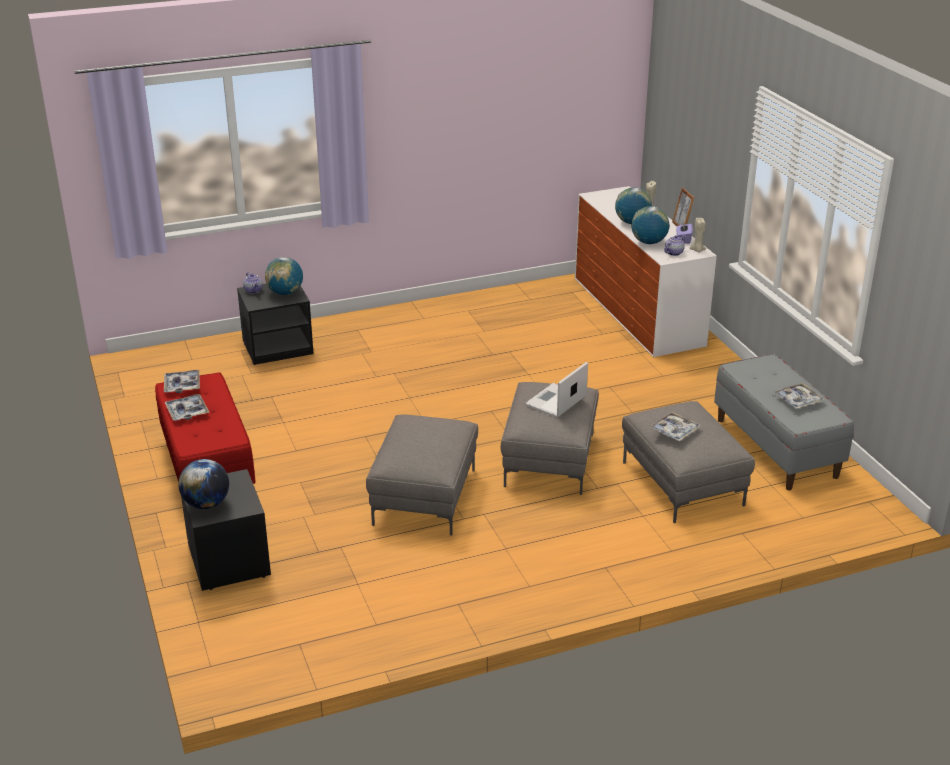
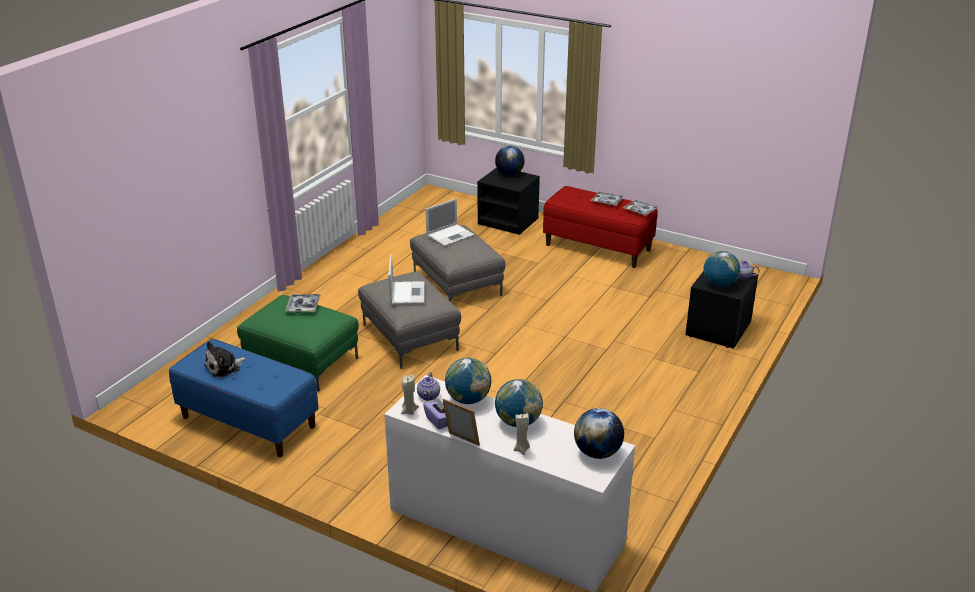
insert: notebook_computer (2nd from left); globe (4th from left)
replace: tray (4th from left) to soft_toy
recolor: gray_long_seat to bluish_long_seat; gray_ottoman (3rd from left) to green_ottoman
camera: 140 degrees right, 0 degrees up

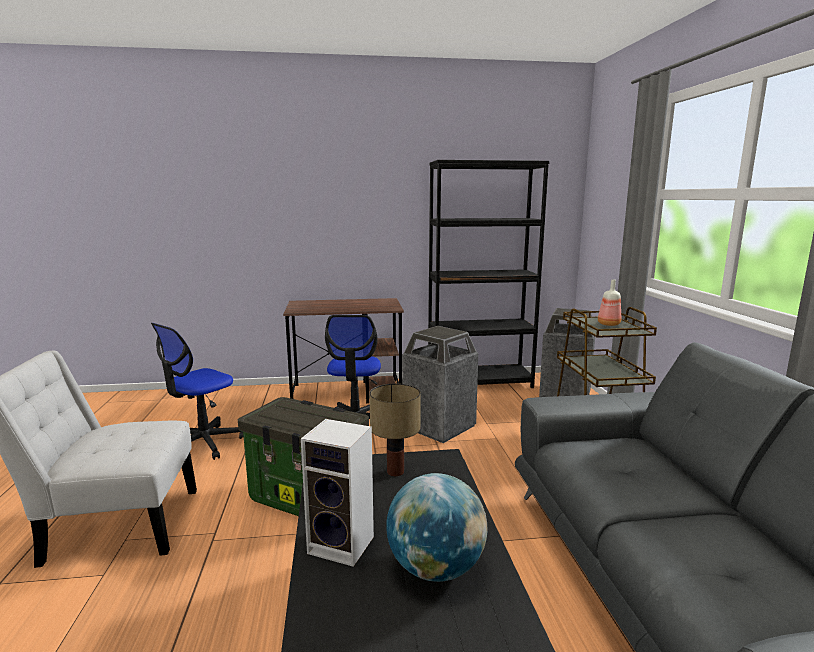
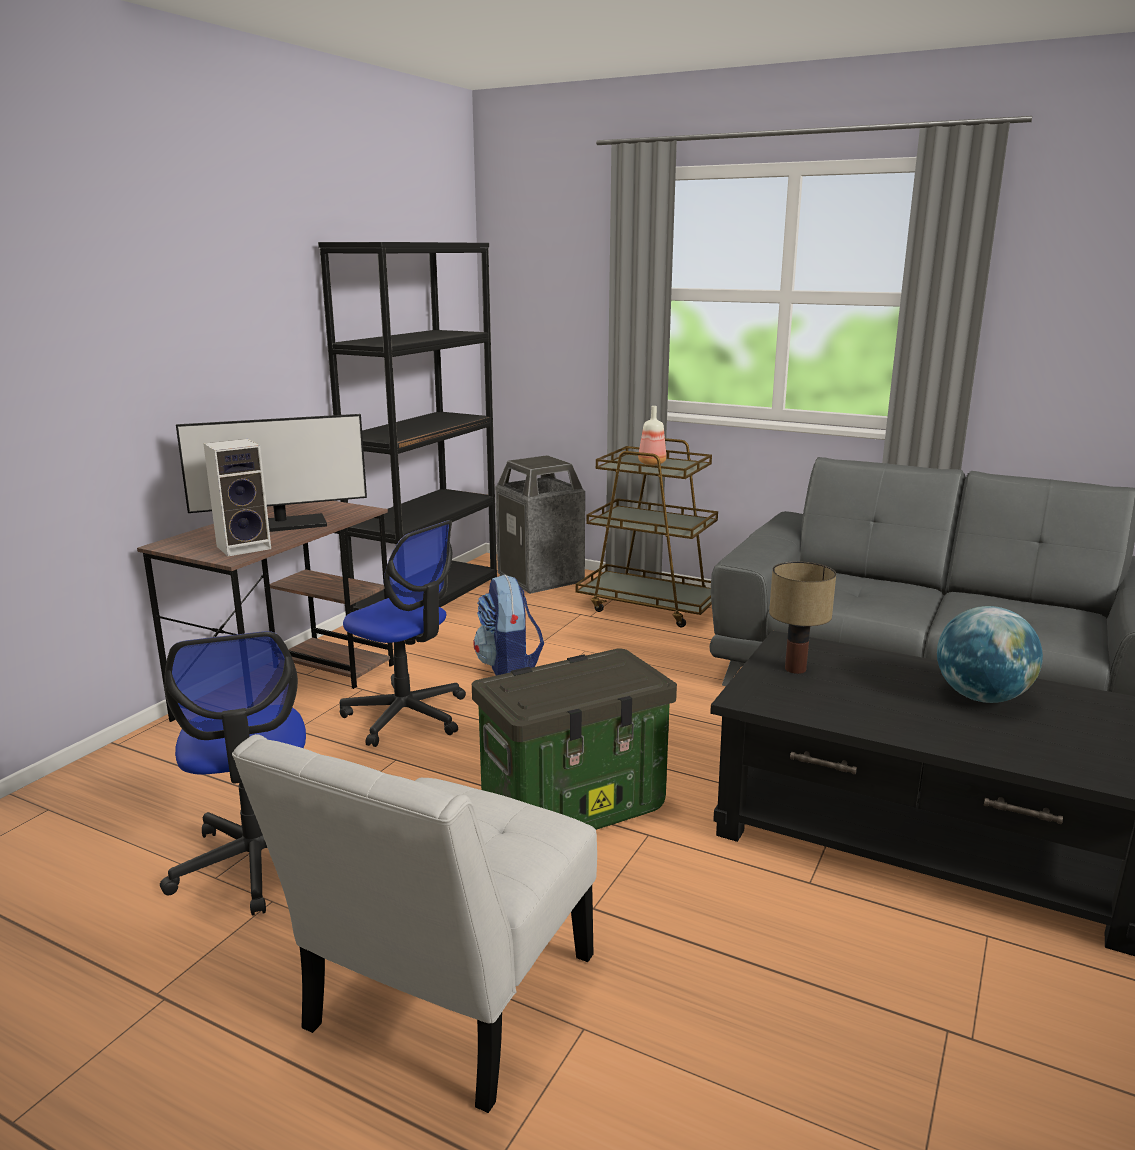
insert: computer_display
move: loudspeaker
replace: waste_bin (1st from left) to backpack
camera: 55 degrees left, 5 degrees up

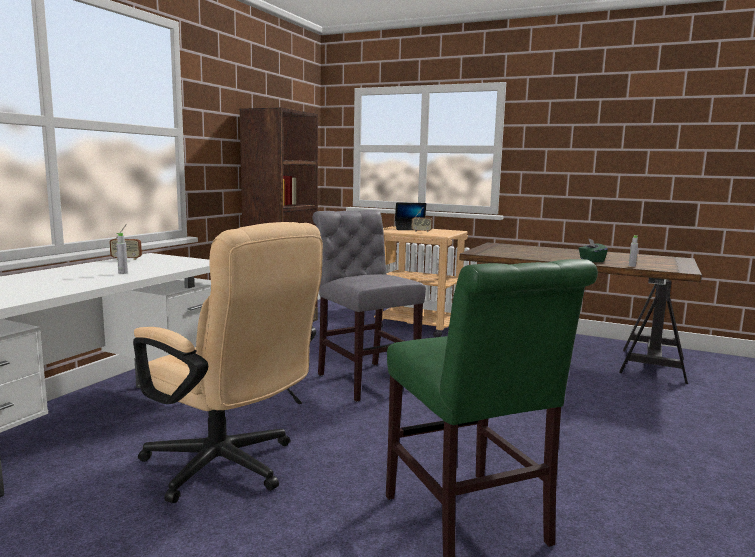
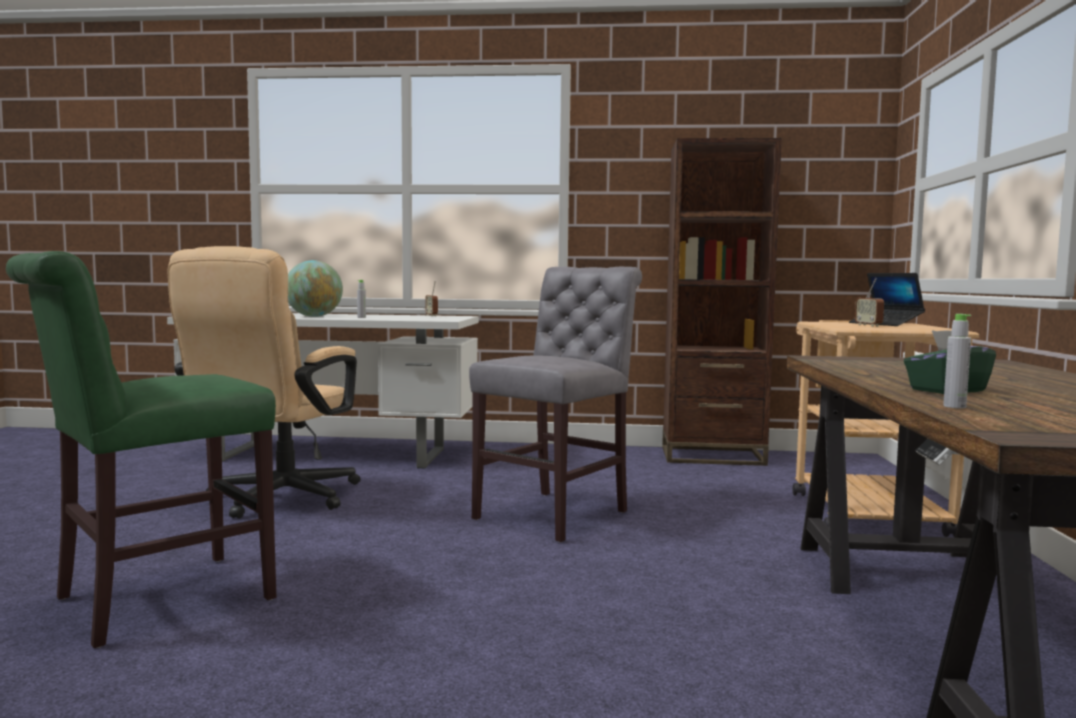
insert: globe
camera: 70 degrees right, 5 degrees down

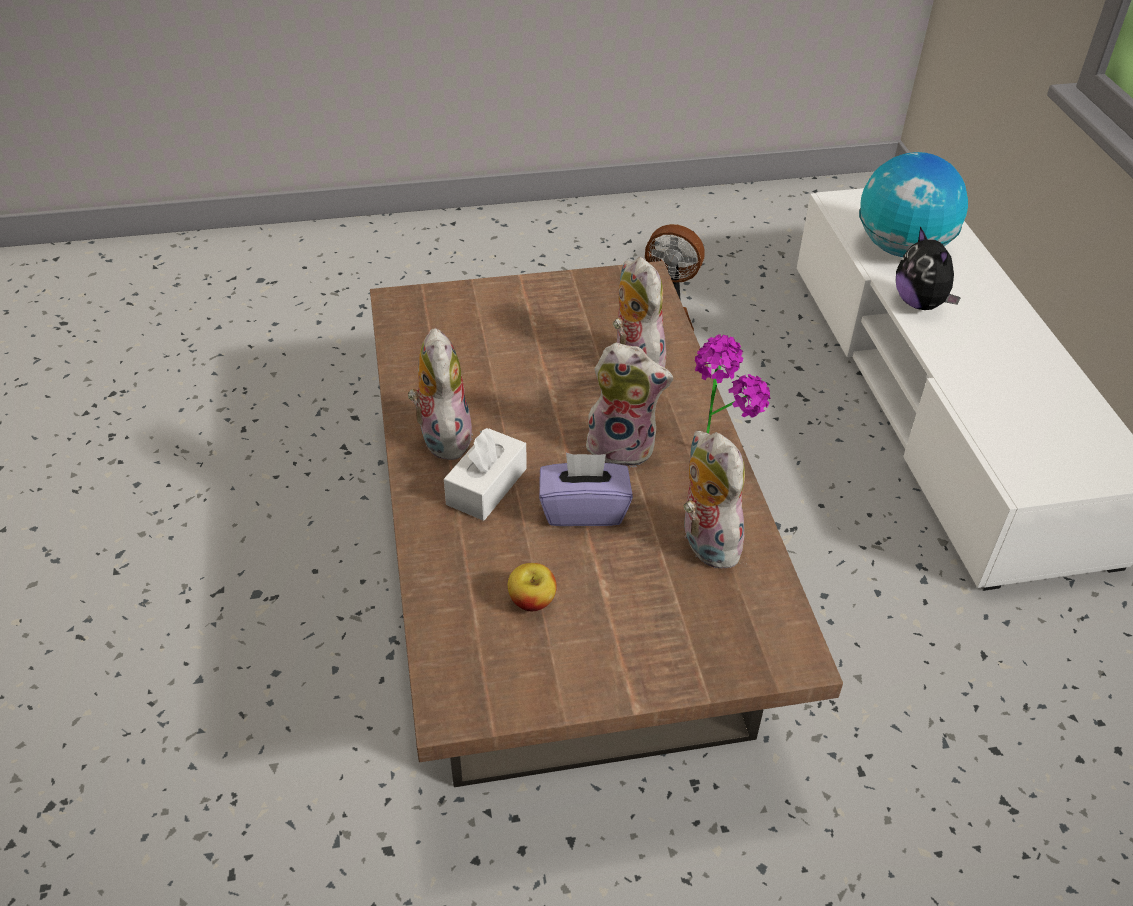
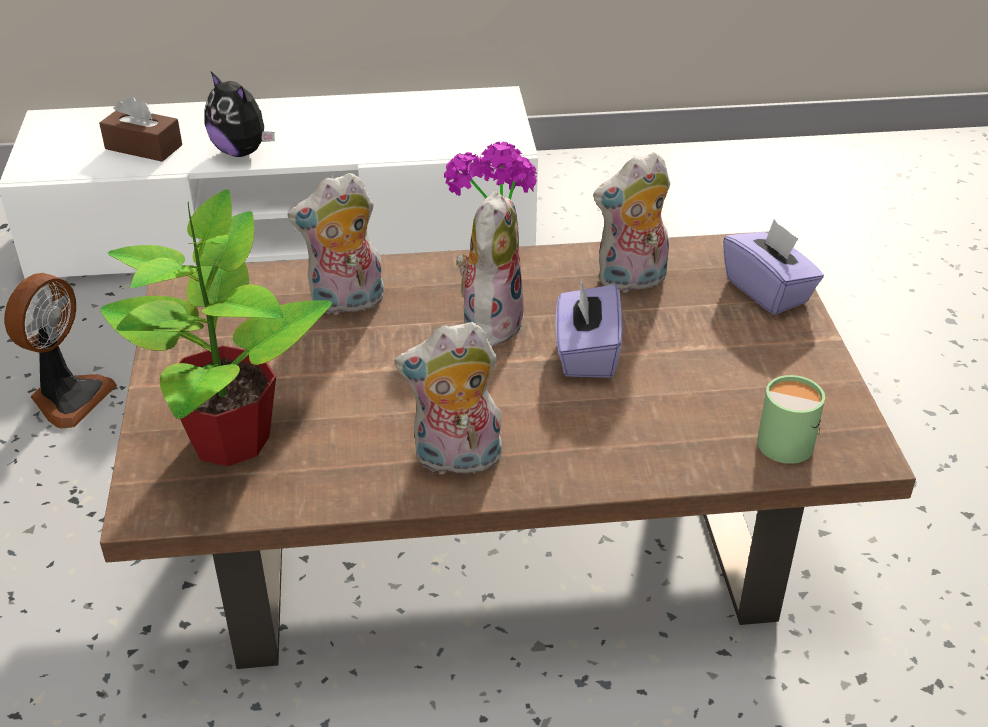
delete: white-coloured_tissue_box; apple_fruit
insert: plant_in_a_pot (1st from left); purplish_tissue_box (2nd from left); green_coffee_mug
replace: globe to brownish_tissue_box
rotate: soft_toy (5th from left in the first image) 60 degrees clockwise
camera: 85 degrees left, 5 degrees down

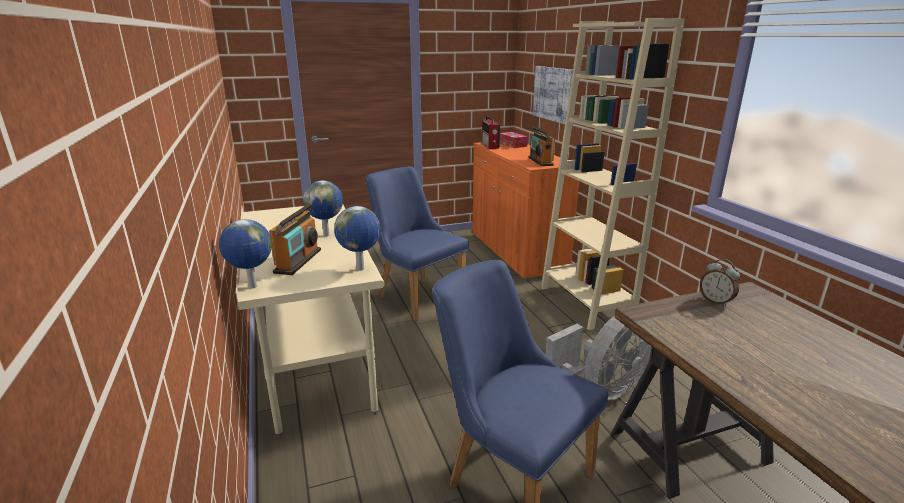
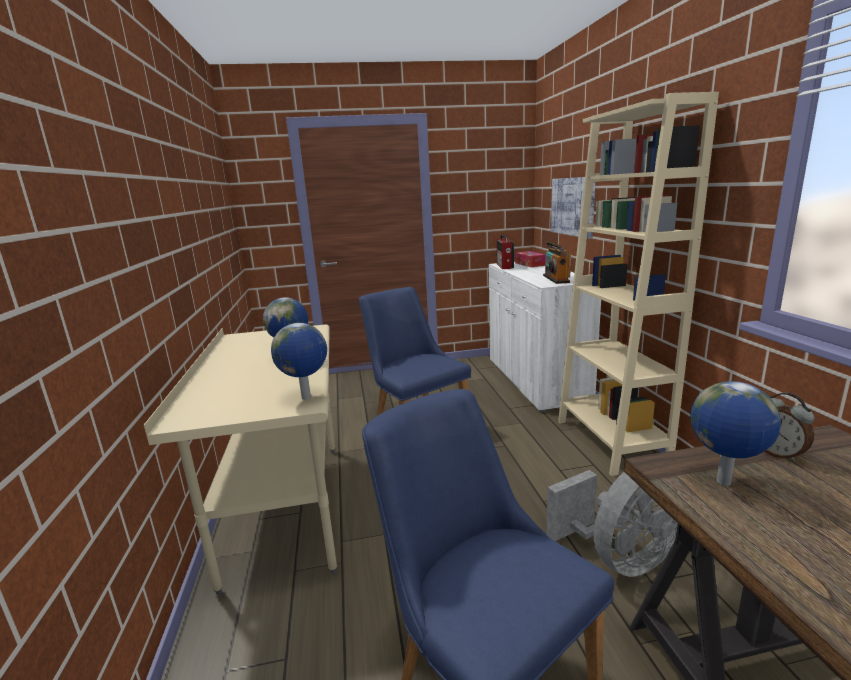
delete: radio (1st from left)
move: globe (1st from left in the first image) to globe (3rd from left)
recolor: orange-coloured_cupboard to white-coloured_cupboard
camera: 10 degrees right, 5 degrees down

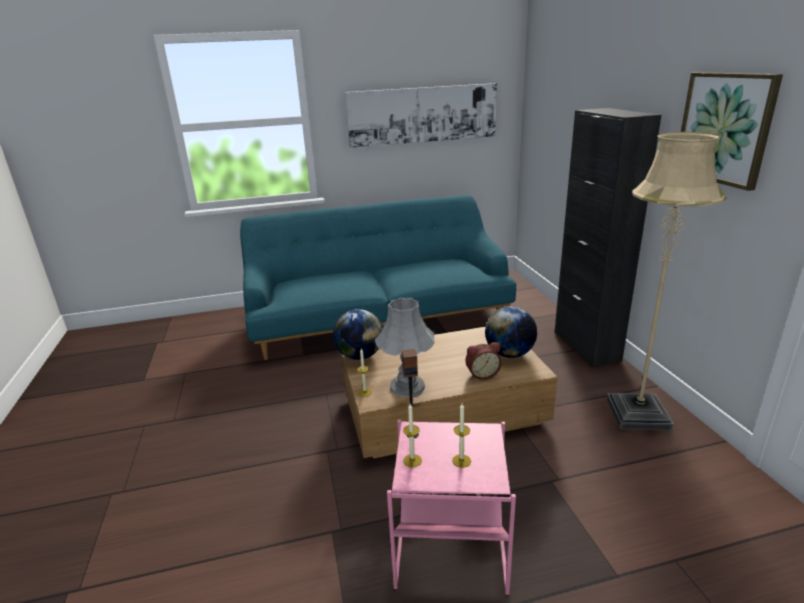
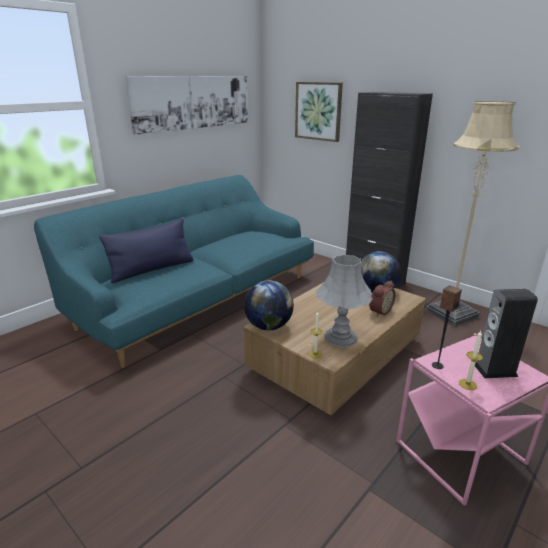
insert: bluish_throw_pillow
move: wall_art (2nd from left)
replace: wax_candle (3rd from left) to loudspeaker (2nd from left)
camera: 35 degrees left, 0 degrees up

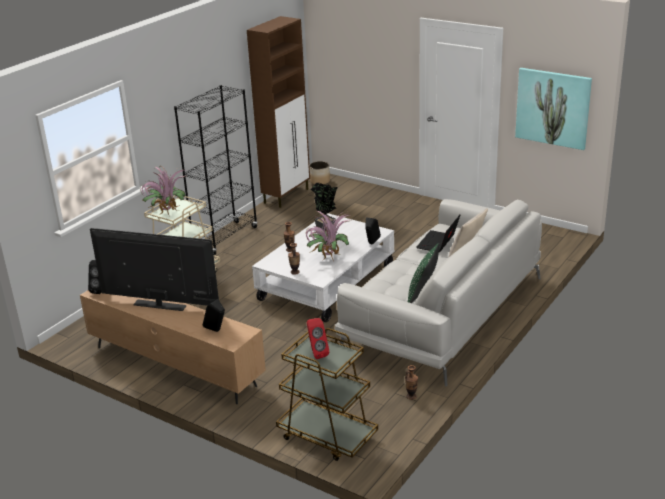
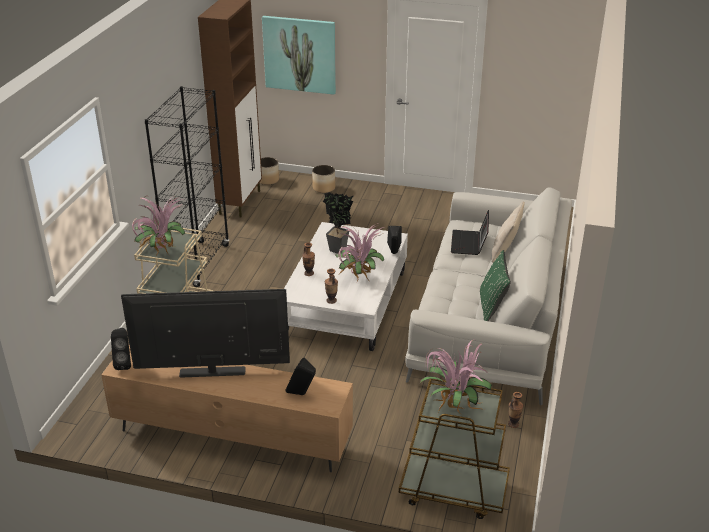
insert: flower_pot (2nd from left)
move: wall_art
replace: red-coloured_loudspeaker to plant_in_a_pot (4th from left)
camera: 20 degrees left, 5 degrees up

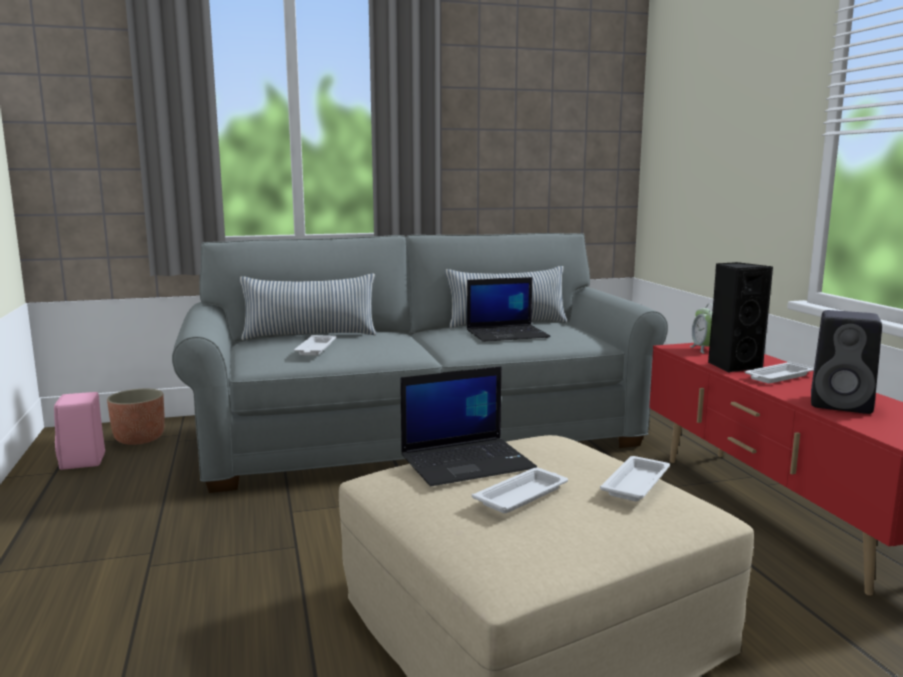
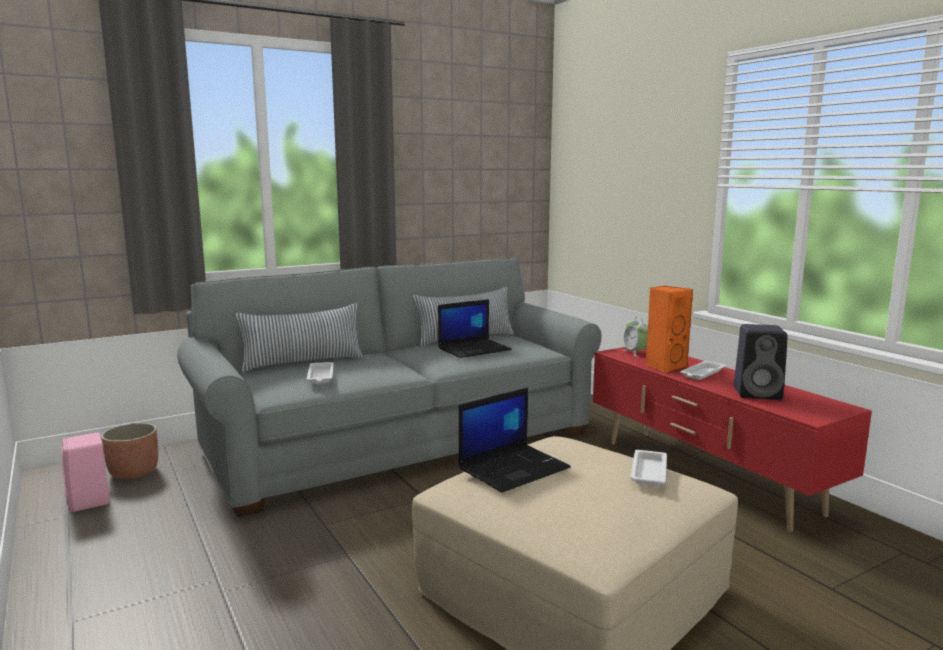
delete: white-coloured_tray (2nd from left)
recolor: black_loudspeaker (1st from left) to orange-coloured_loudspeaker
camera: 15 degrees left, 0 degrees up

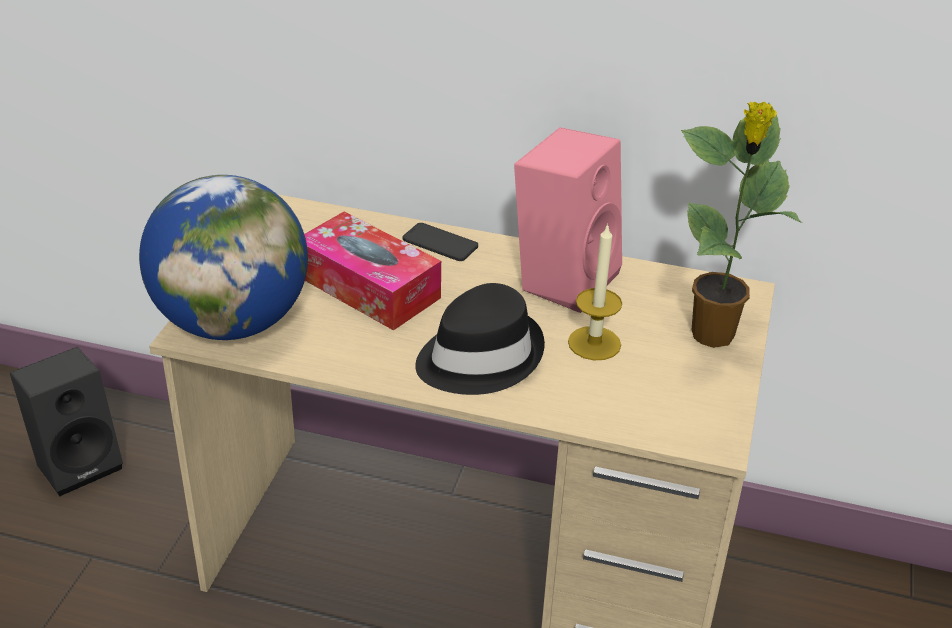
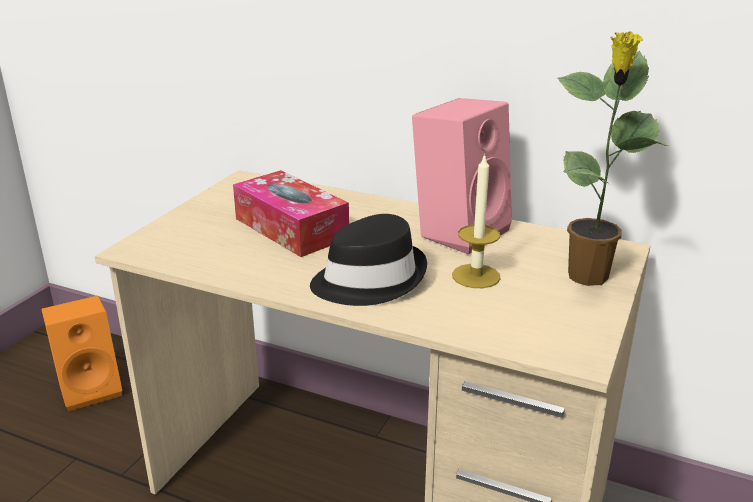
delete: globe; handset
recolor: black_loudspeaker to orange-coloured_loudspeaker
camera: 10 degrees right, 10 degrees down

